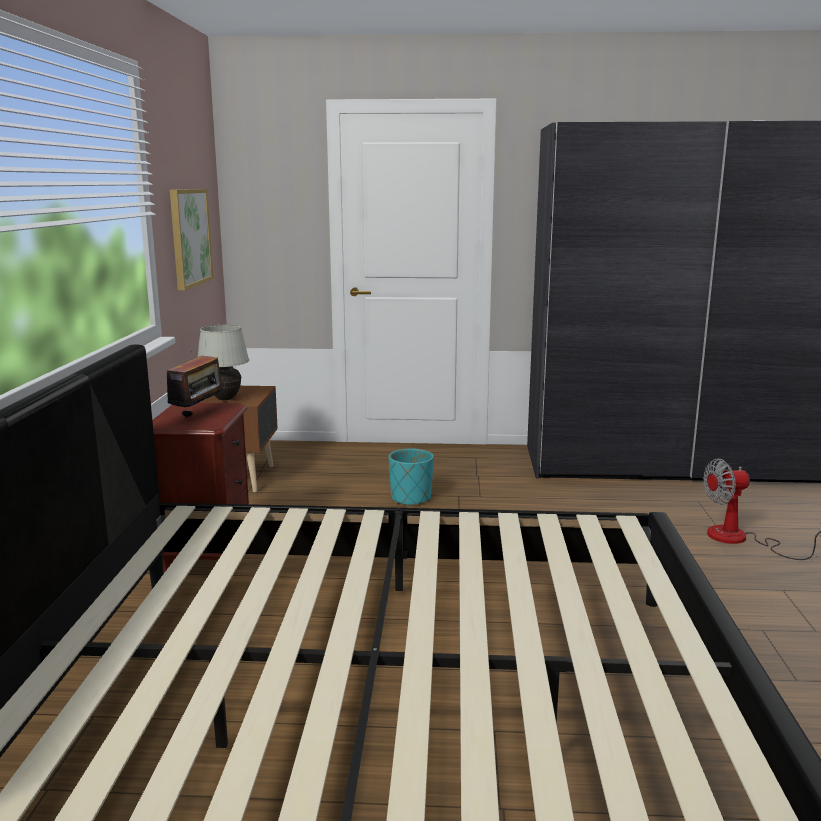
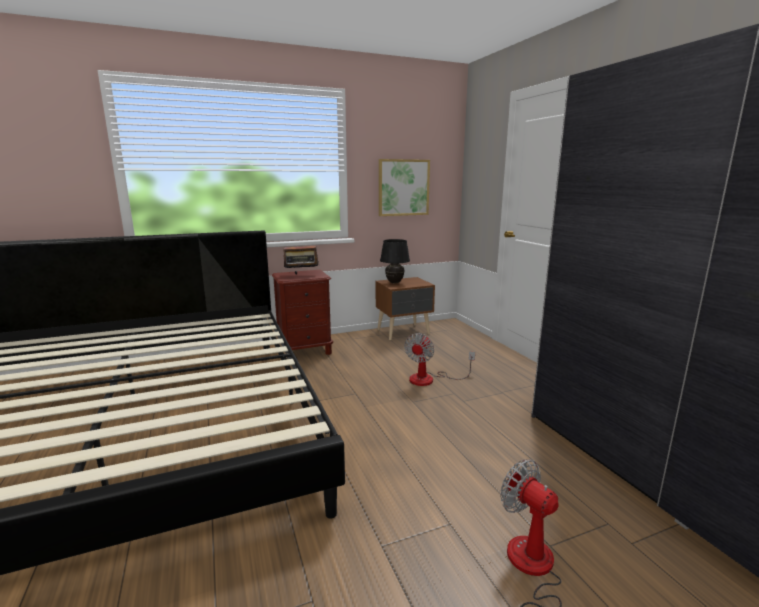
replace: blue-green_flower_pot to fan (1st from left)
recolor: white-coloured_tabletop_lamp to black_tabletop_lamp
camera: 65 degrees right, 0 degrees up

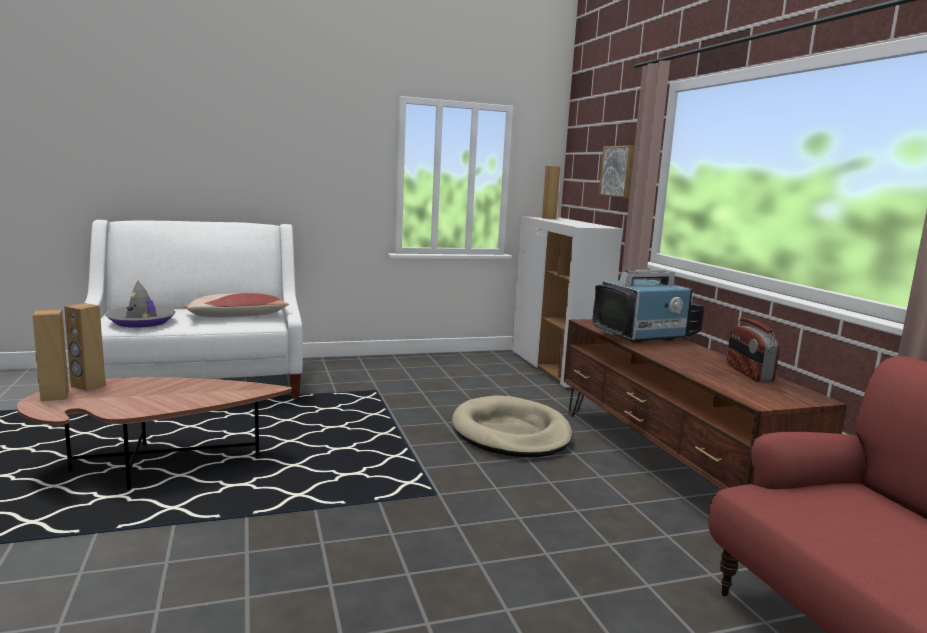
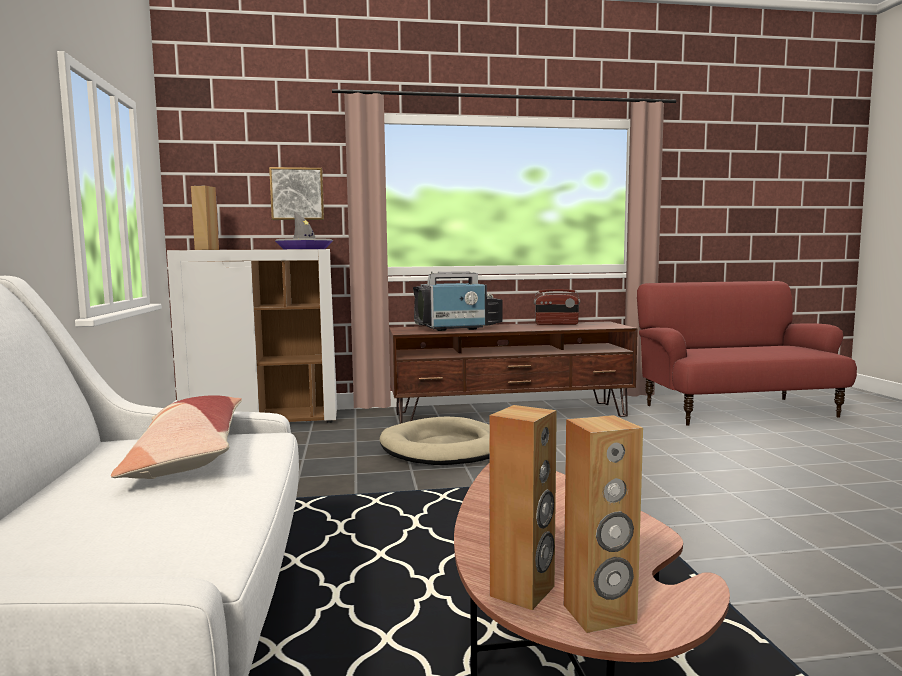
move: gray_clothing_hat
rotate: TV 90 degrees clockwise
camera: 80 degrees left, 5 degrees down

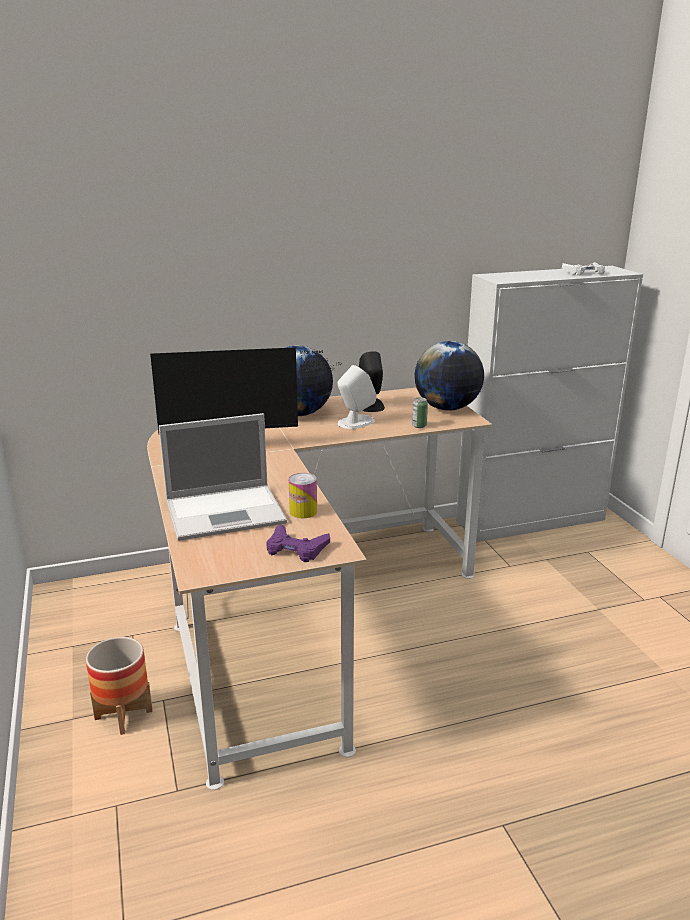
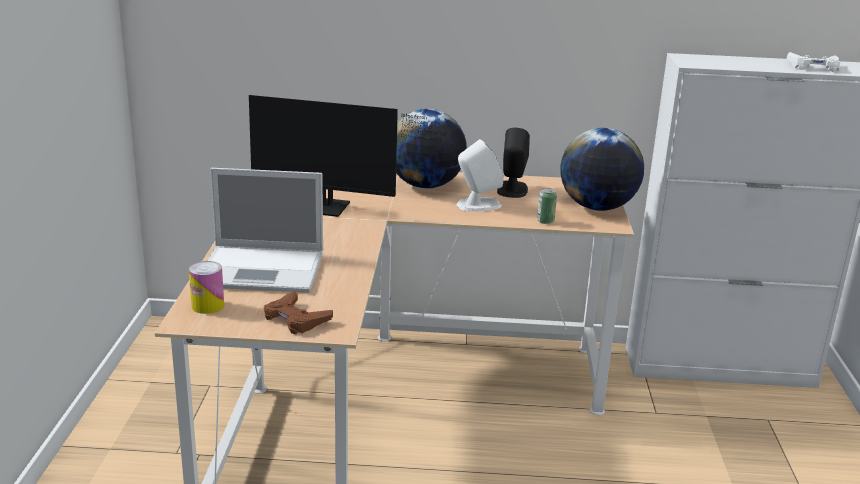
delete: flower_pot
move: can (1st from left)
recolor: purplish_joypad to brownish_joypad
camera: 20 degrees right, 0 degrees up

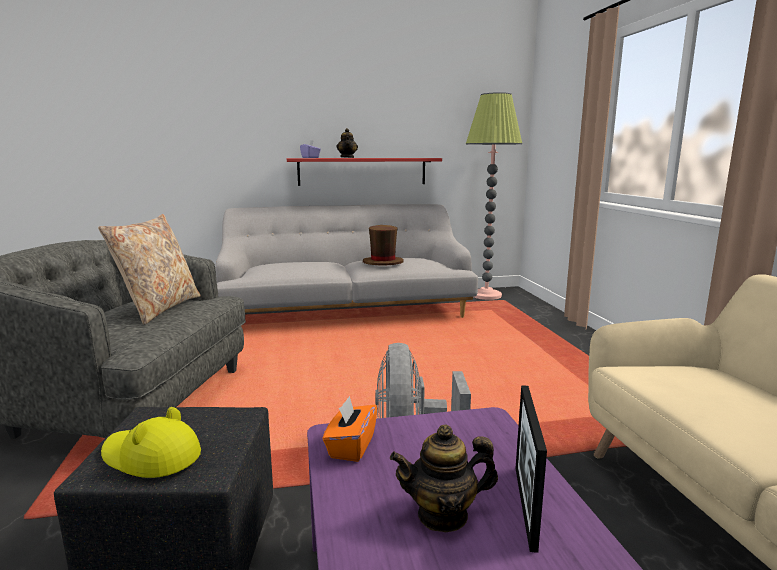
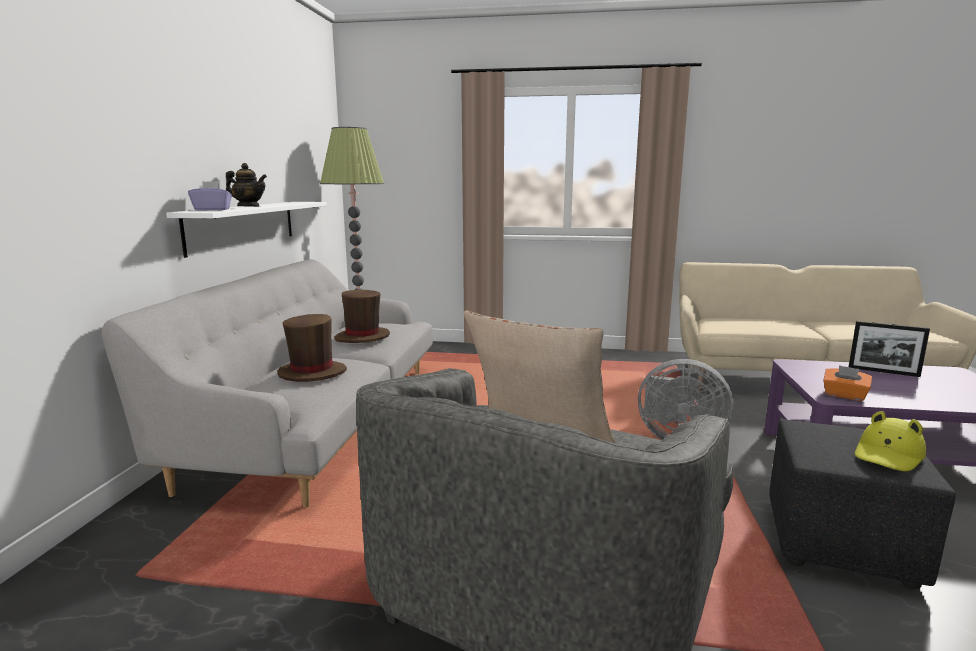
delete: pot_for_tea (2nd from left)
insert: brownish_clothing_hat (1st from left)
recolor: red-coloured_bracket_shelf to white-coloured_bracket_shelf
camera: 70 degrees left, 0 degrees up

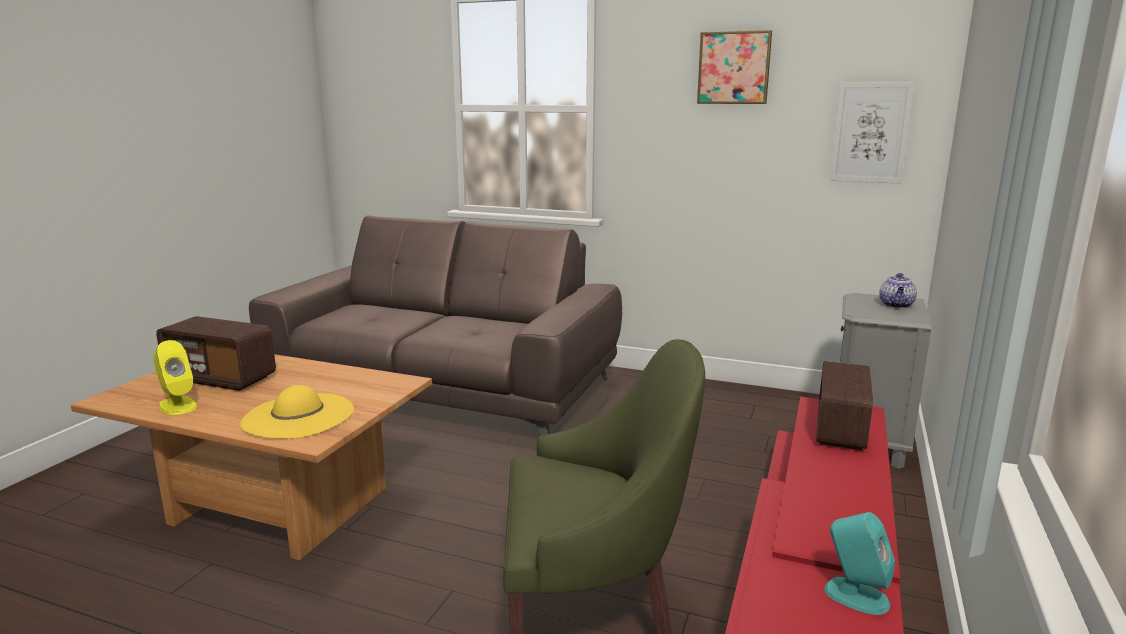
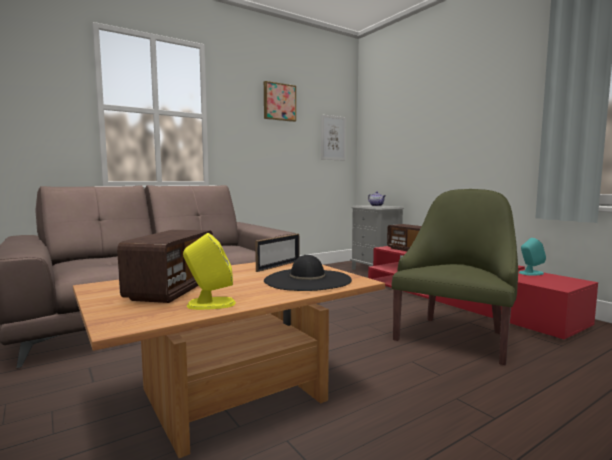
insert: standing_frame
recolor: yellow_clothing_hat to black_clothing_hat
rotate: radio (1st from left) 45 degrees counterclockwise
camera: 55 degrees left, 10 degrees down

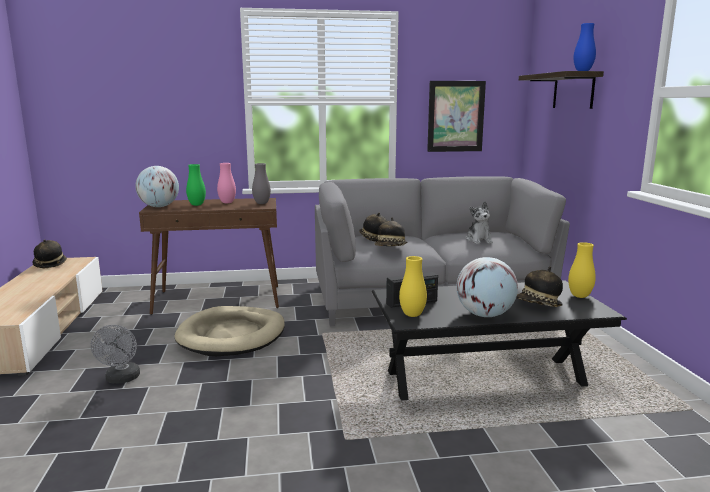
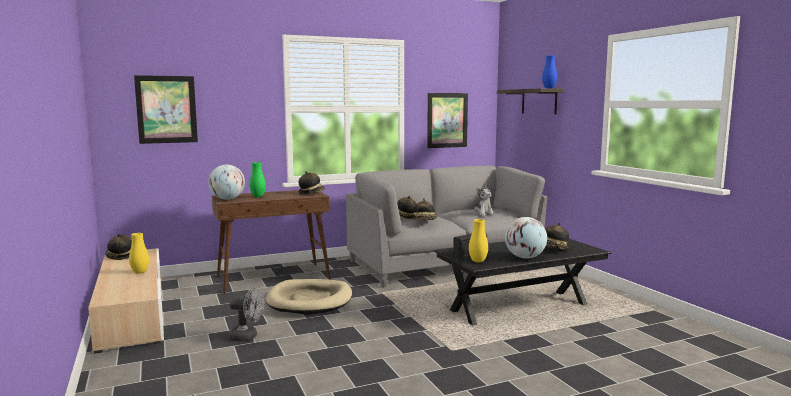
delete: pink-coloured_vase
insert: wall_art (1st from left)
move: yellow_vase (2nd from left in the first image) to yellow_vase (1st from left)
replace: gray_vase to clothing_hat (2nd from left)
rotate: gray_fan 60 degrees counterclockwise
camera: 15 degrees left, 5 degrees down

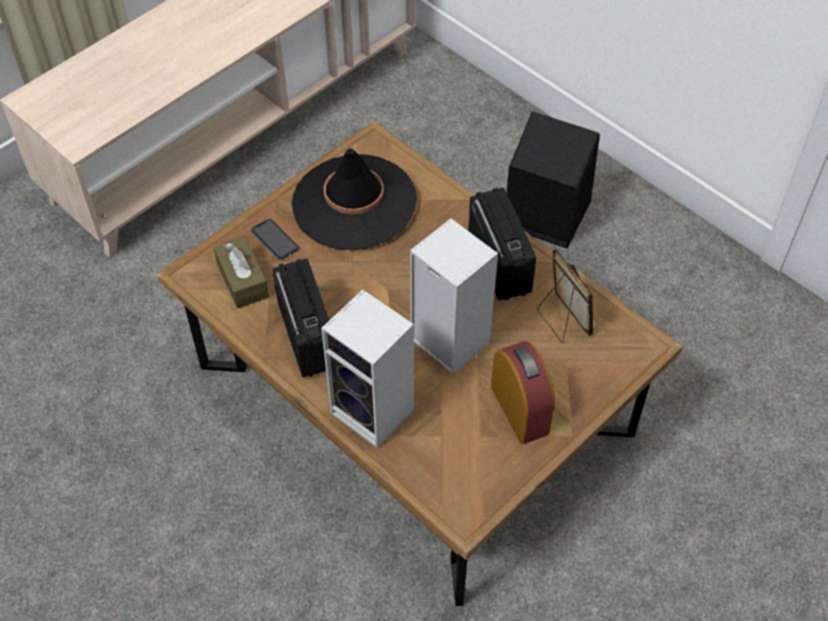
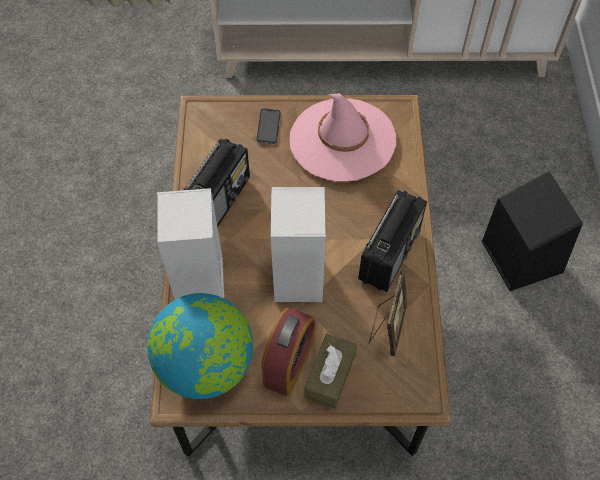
insert: globe
move: brownish_tissue_box
recolor: black_clothing_hat to pink-coloured_clothing_hat
camera: 45 degrees right, 5 degrees up

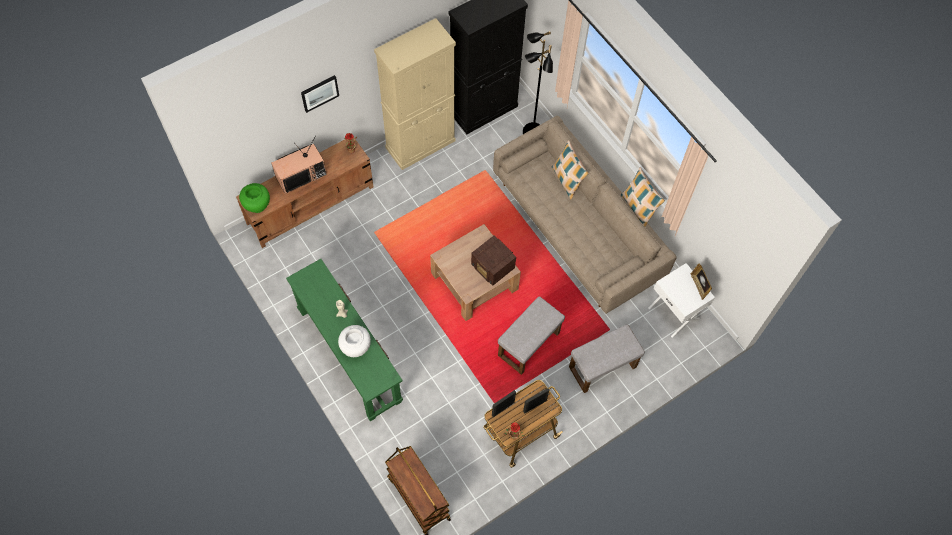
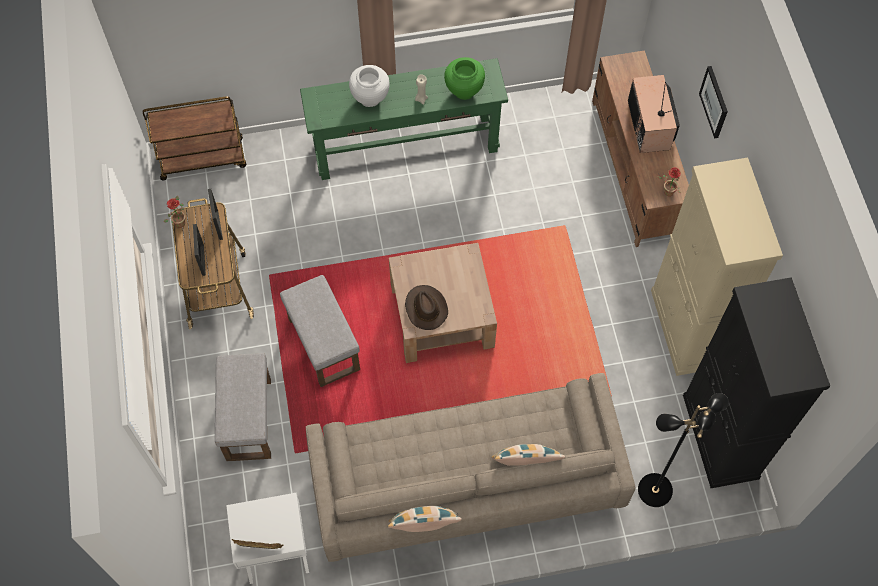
move: green_vase
replace: radio to brownish_clothing_hat
camera: 115 degrees right, 0 degrees up

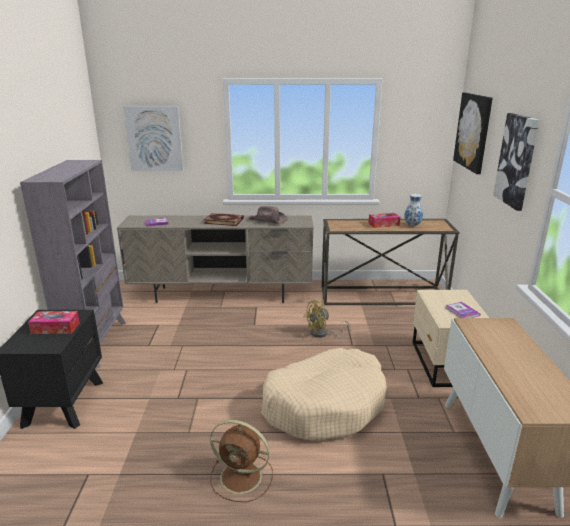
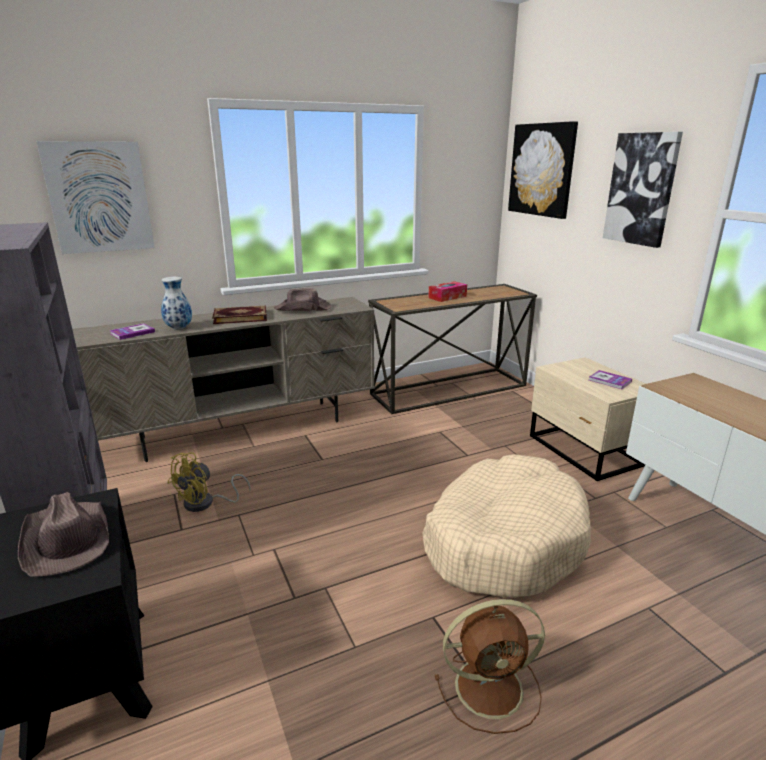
move: vase; yellow_fan
replace: tissue_box (1st from left) to brownish_clothing_hat (1st from left)
camera: 25 degrees left, 0 degrees up

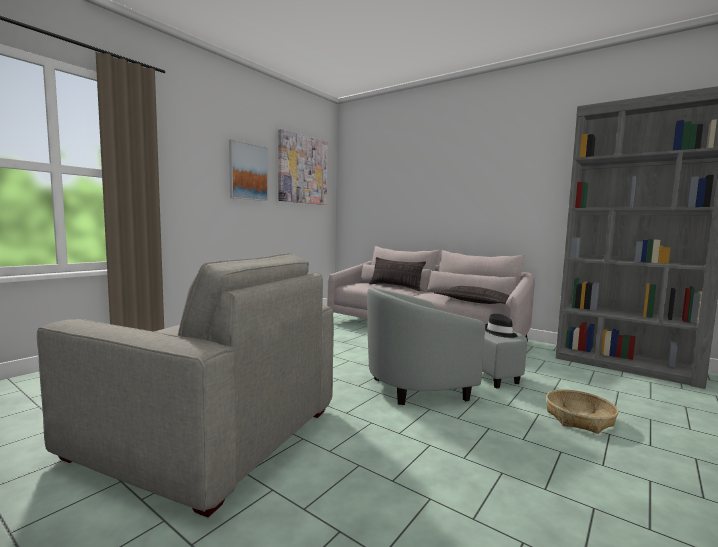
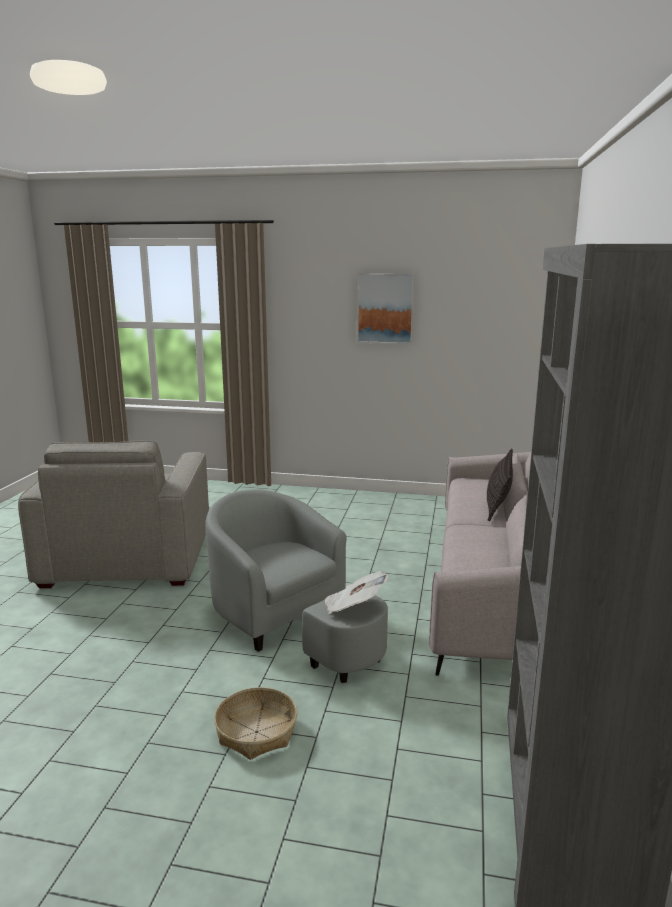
delete: wall_art (2nd from left); throw_pillow (2nd from left)
replace: black_clothing_hat to newspaper
camera: 65 degrees right, 10 degrees up

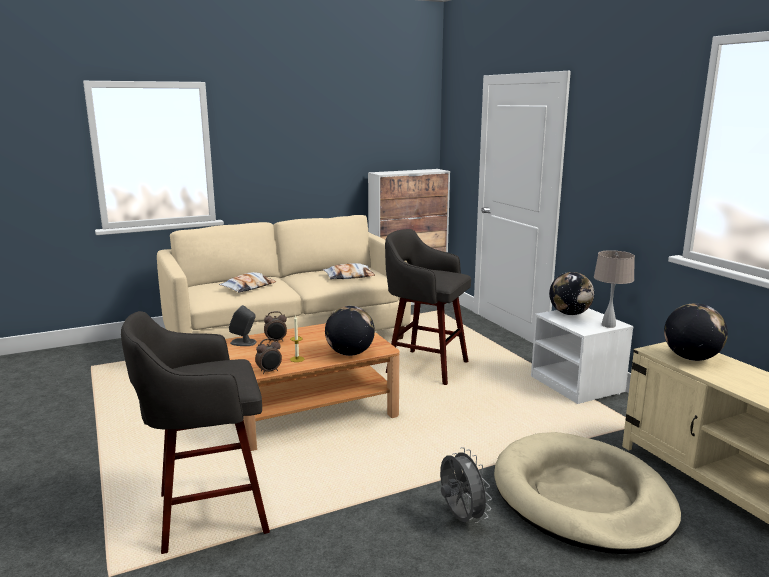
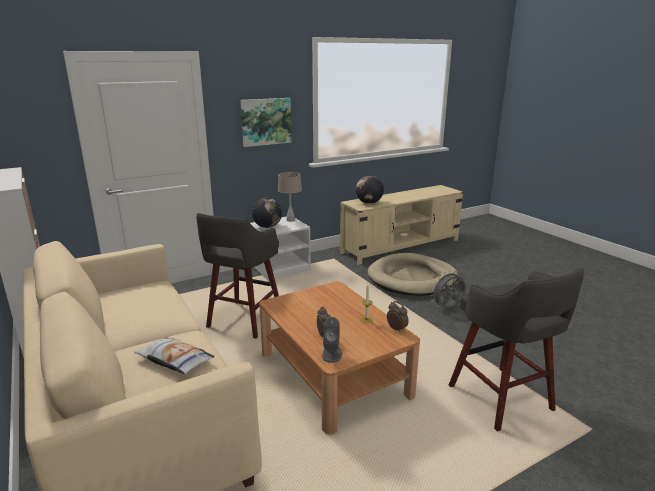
delete: throw_pillow (2nd from left); globe (1st from left)
insert: wall_art
camera: 95 degrees left, 5 degrees up

